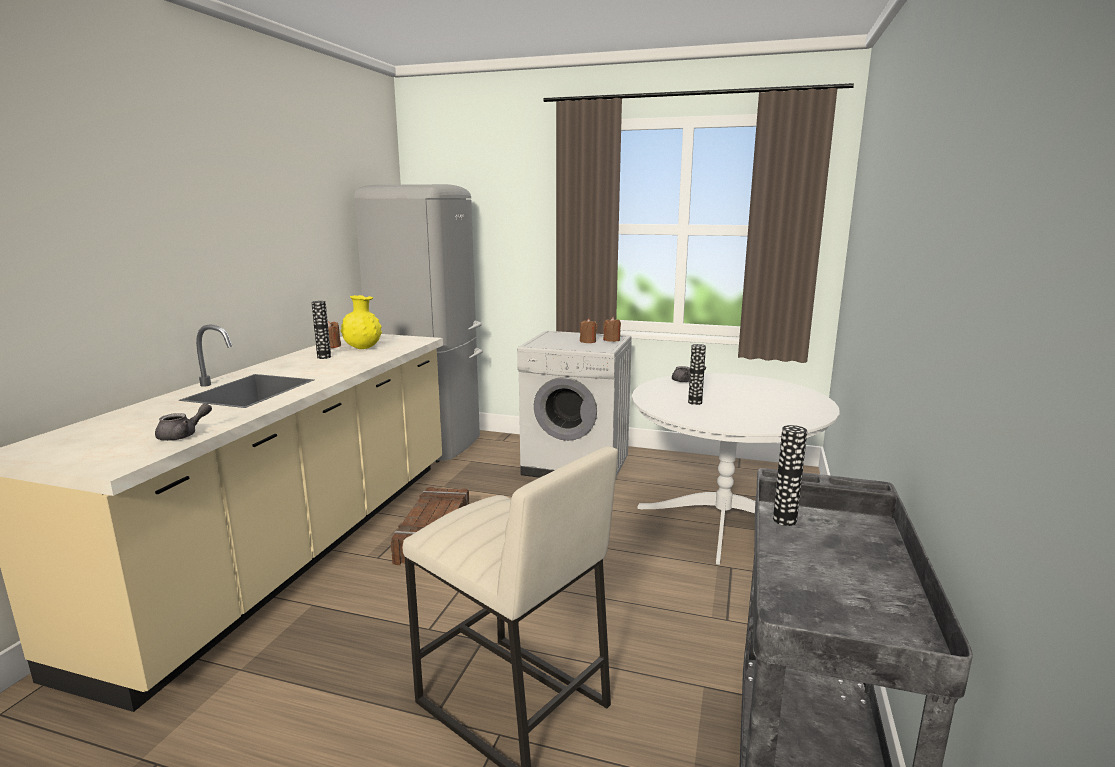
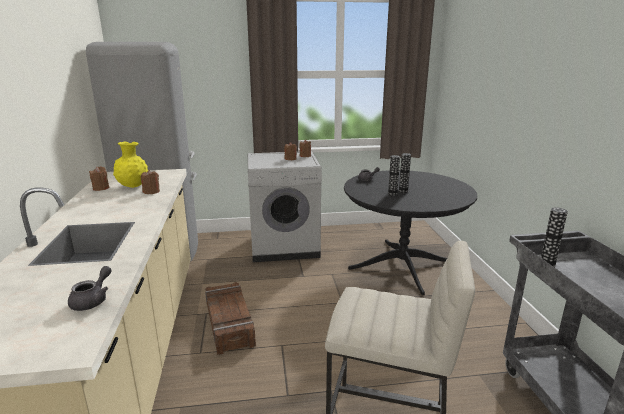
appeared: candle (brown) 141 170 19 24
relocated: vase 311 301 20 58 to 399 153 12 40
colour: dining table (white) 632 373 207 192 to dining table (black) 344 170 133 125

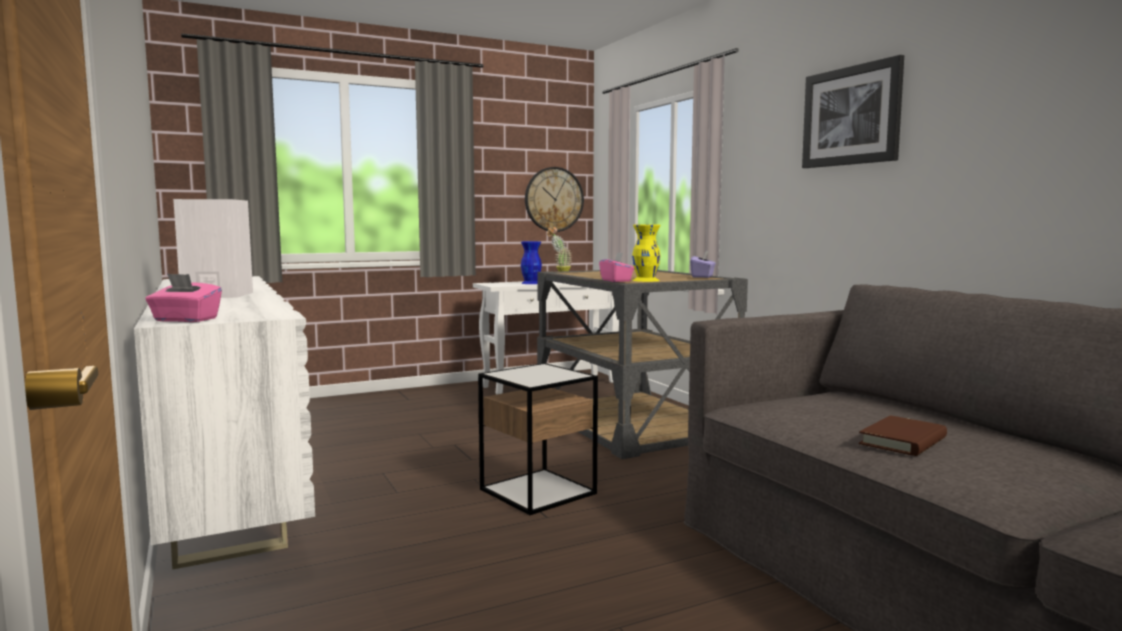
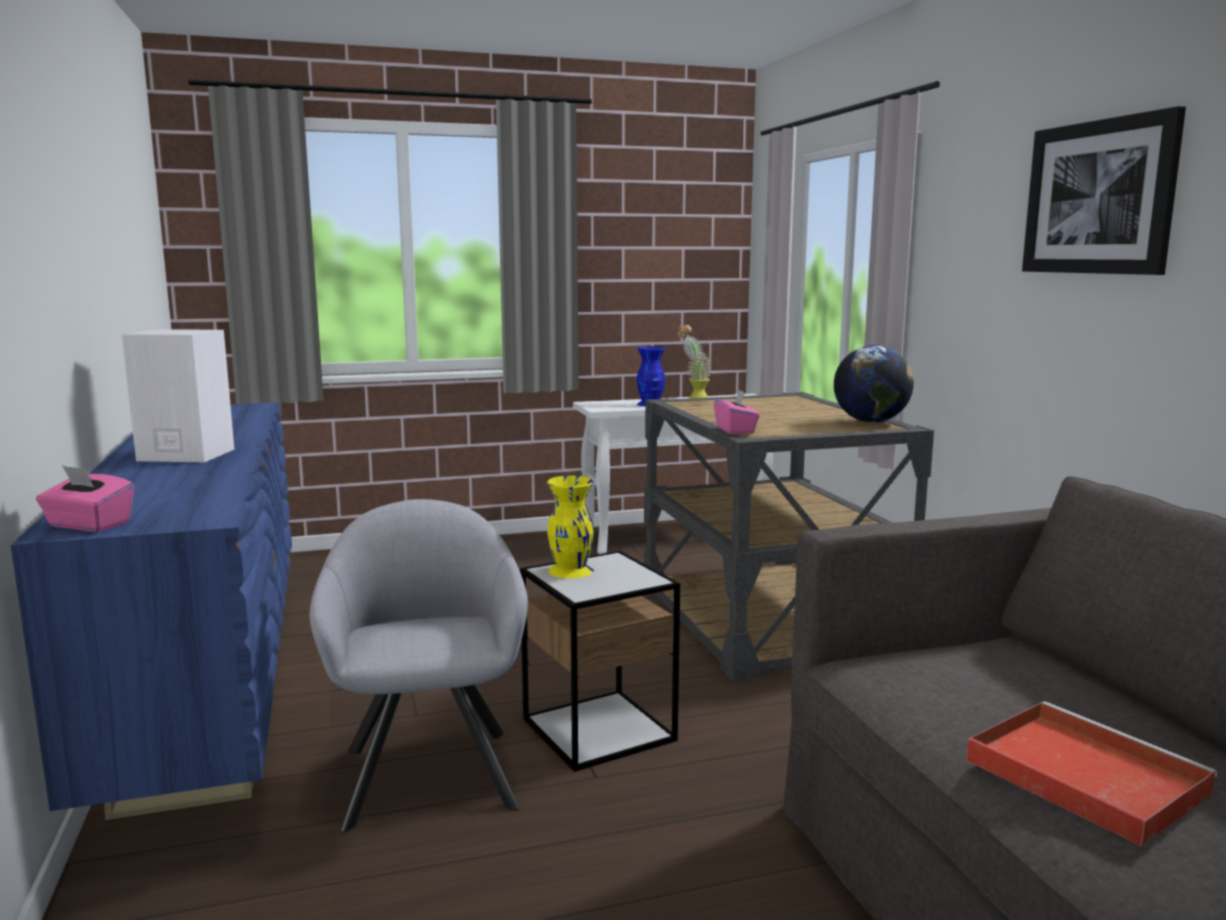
missing: wall clock 525 167 59 65
appeared: armchair (grey) 310 499 218 334
relocated: vase (yellow) 632 224 29 58 to 547 476 47 102
exchanged: tissue box (purple) 690 251 26 27 to globe 834 345 80 78; book (brown) 859 415 88 41 to tray (red) 966 701 251 145
colour: cabinet (white) 134 276 181 294 to cabinet (blue) 11 402 281 418

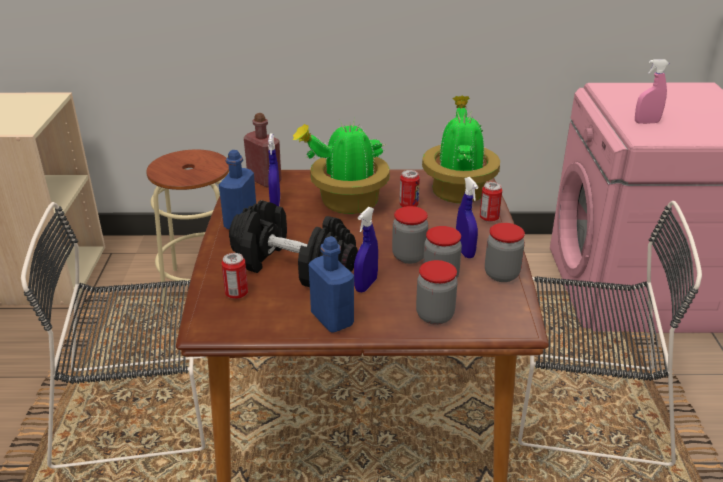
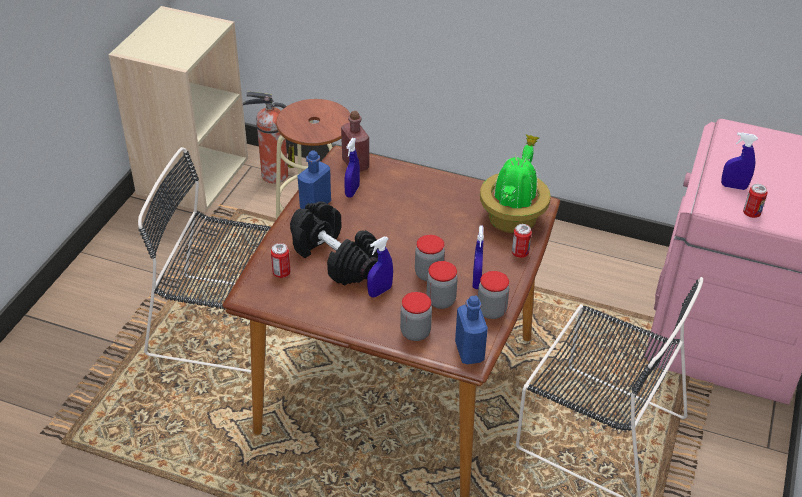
missing: potted plant 293 118 97 96
appeared: fire extinguisher 243 92 52 91
relocated: bottle (blue) 309 236 45 96 to 455 295 33 69; can 399 170 21 37 to 743 184 25 34
colour: spray bottle (pink) 635 59 34 65 to spray bottle (blue) 721 132 37 58

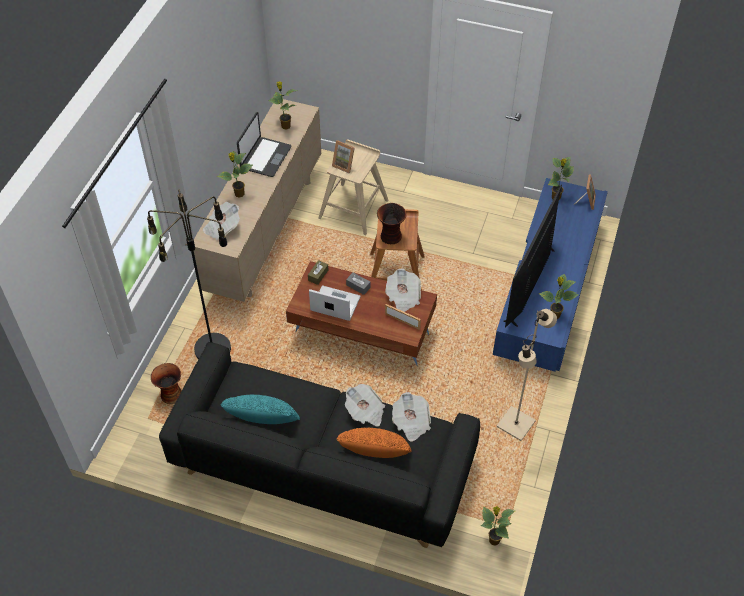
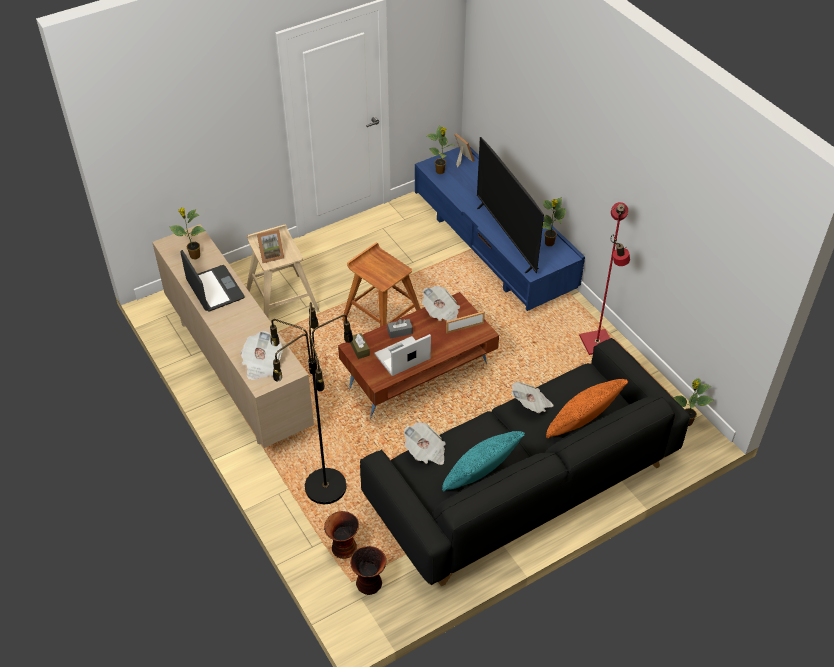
missing: potted plant 217 151 36 47
relocated: vase 377 203 29 41 to 350 546 36 49; newspaper 392 392 39 50 to 404 422 42 43
colour: floor lamp (beige) 496 309 61 132 to floor lamp (red) 579 202 51 153

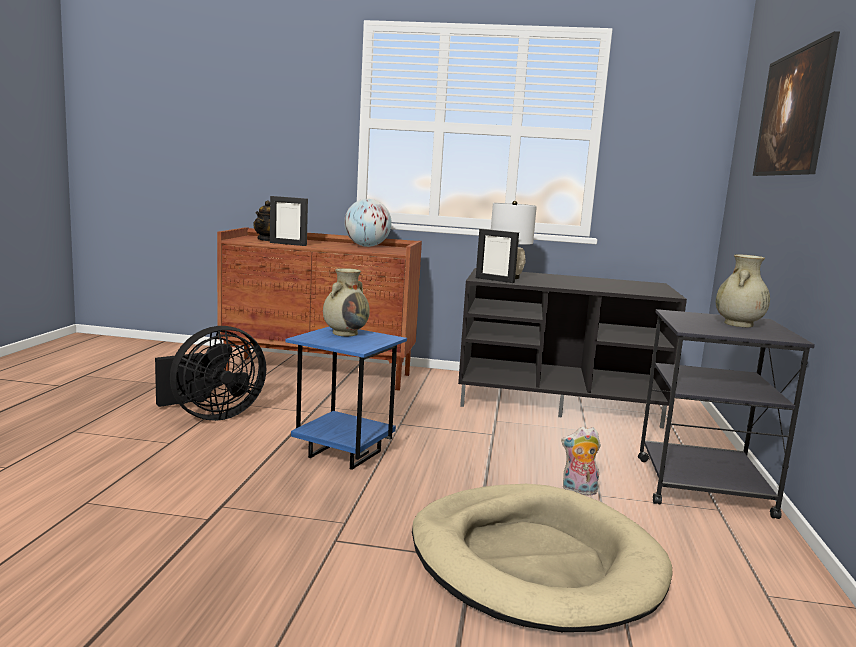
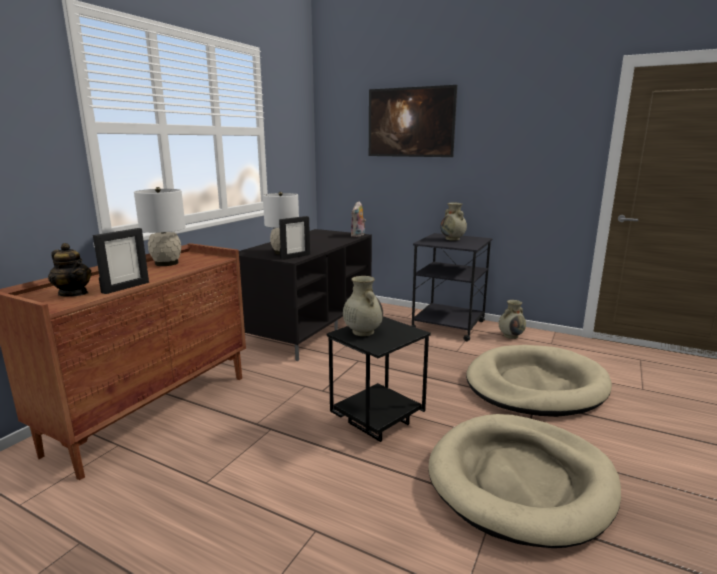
missing: fan (black) 155 326 111 95
appeared: dog bed (beige) 428 414 193 134; vase (beige) 499 300 27 39
relocated: plush toy 561 427 40 69 to 351 201 15 36
exchanged: globe 344 199 48 48 to table lamp (white) 134 187 51 79
colour: side table (blue) 285 327 122 143 to side table (black) 327 316 104 126

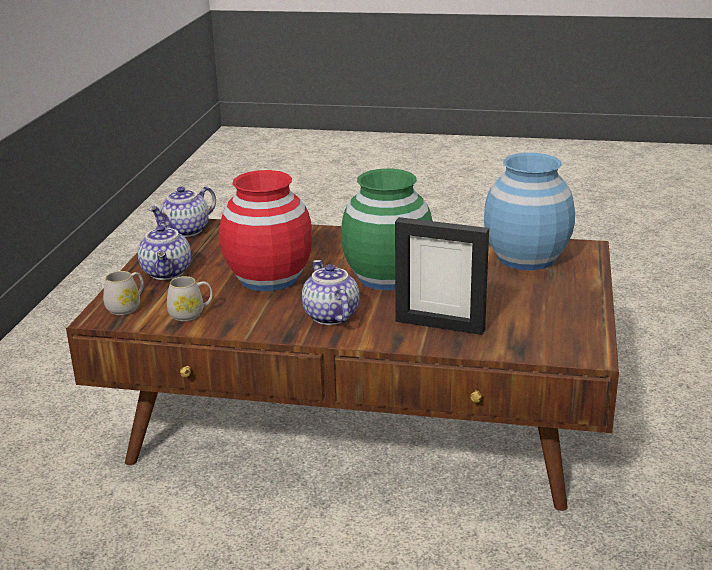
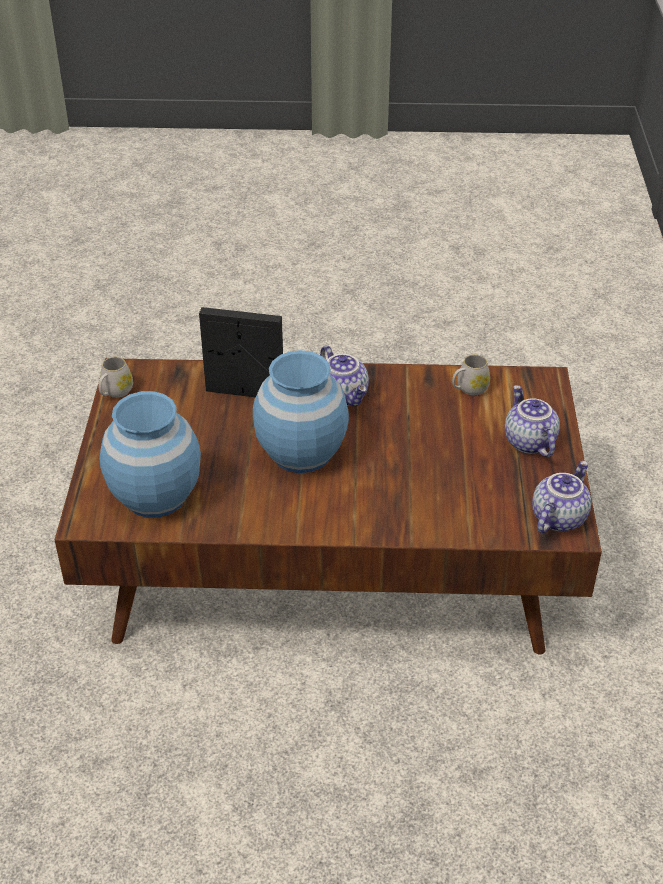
missing: vase (red) 219 170 93 121
relocated: mug (white) 103 271 41 44 to 98 357 35 41
colour: vase (green) 341 169 91 121 to vase (blue) 253 350 96 123

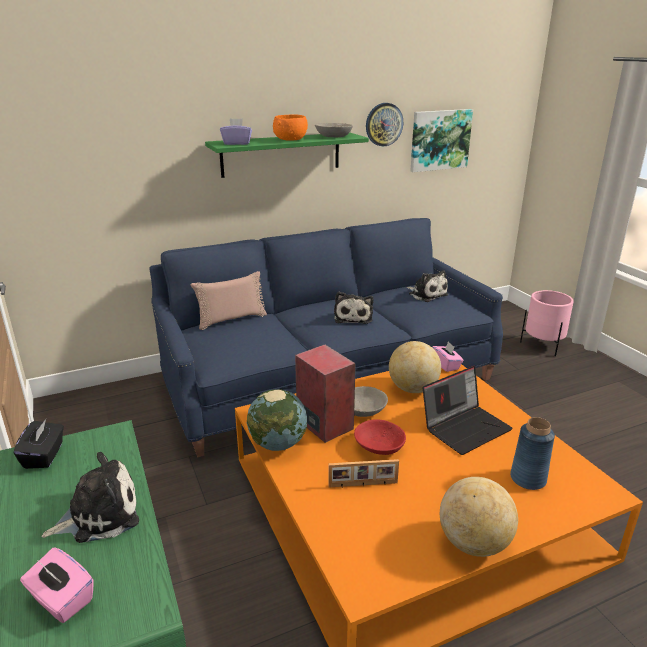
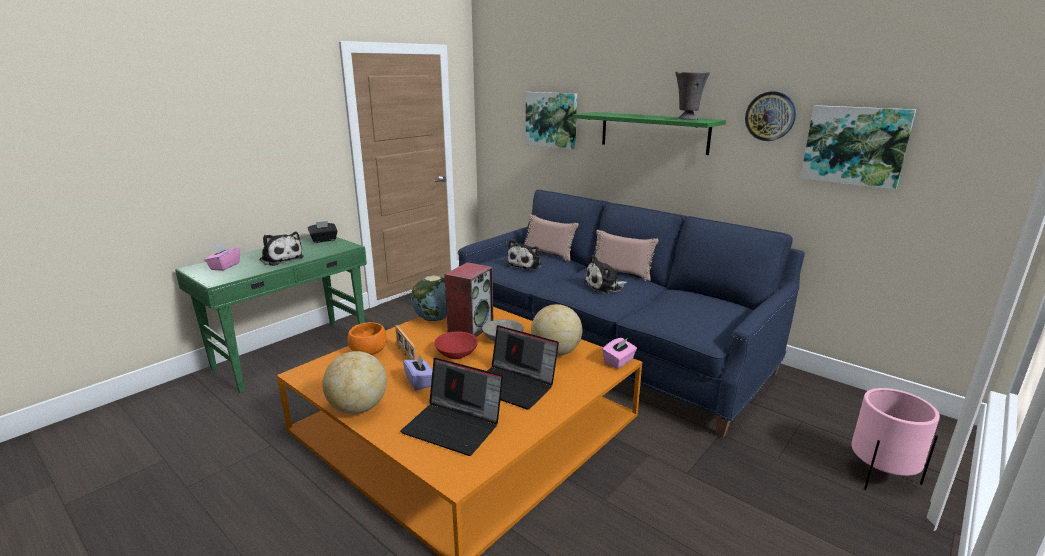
appeared: picture 526 92 51 58; pillow (beige) 595 230 64 51
relocated: tissue box (purple) 220 118 32 27 to 403 354 29 36; bowl (orange) 273 114 35 27 to 348 322 39 33; plush toy 407 270 41 32 to 506 239 36 32
exchanged: bowl (grey) 315 123 38 14 to vase (grey) 675 71 35 49; vase (blue) 510 417 45 73 to laptop 400 358 103 98

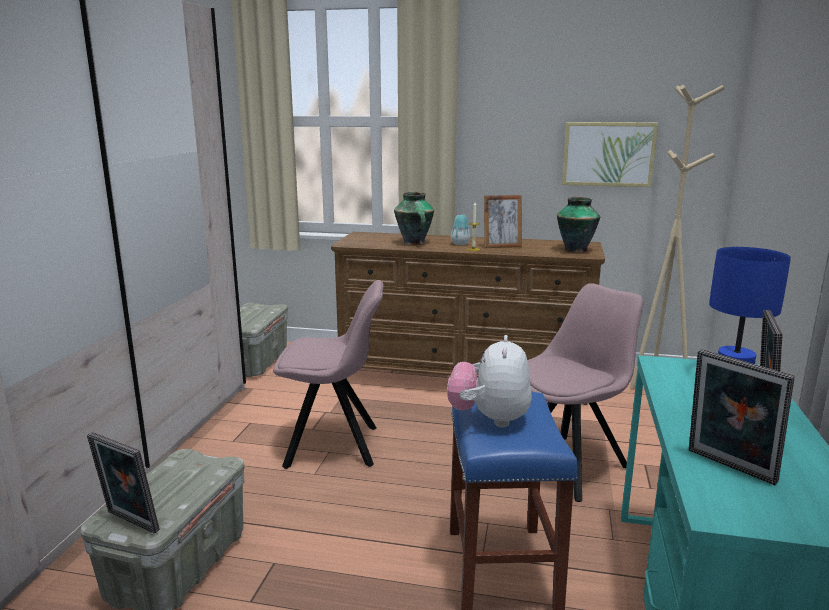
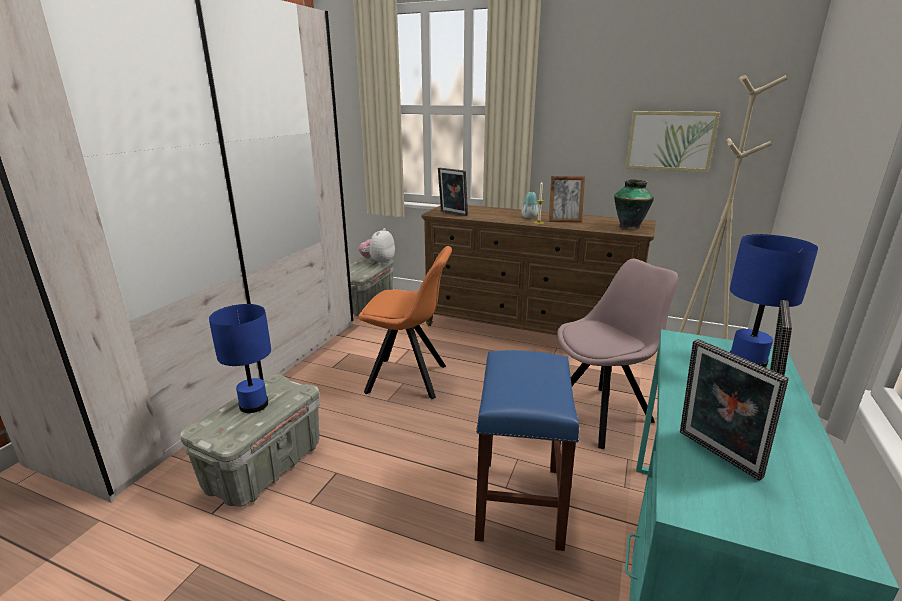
missing: vase 394 192 40 54
appeared: table lamp (blue) 209 304 62 109
relocated: picture frame 87 432 73 102 to 438 168 30 48; plush toy 447 335 85 93 to 359 228 36 37
colour: chair (pink) 273 280 111 189 to chair (orange) 358 246 94 153

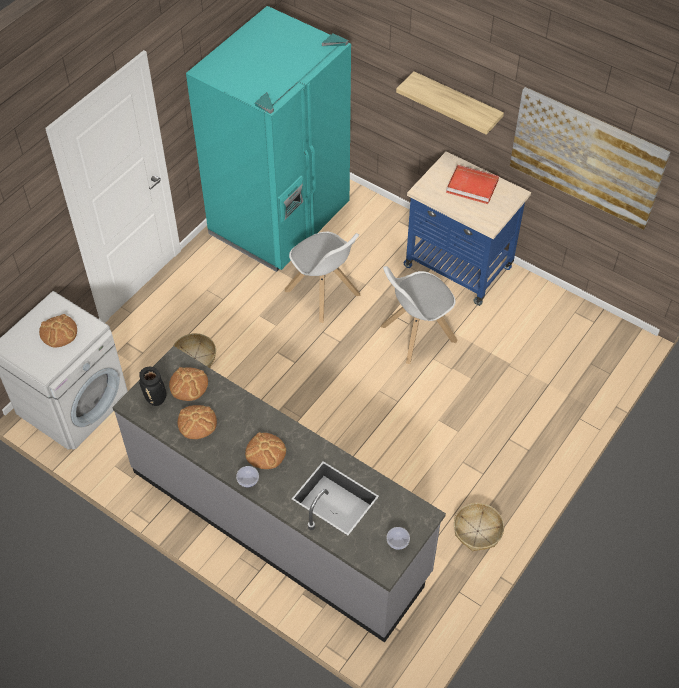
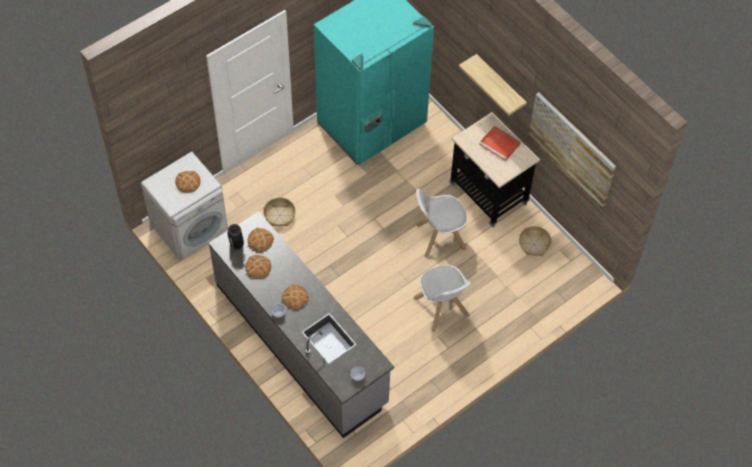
relocated: chair 285 232 75 91 to 413 265 58 67; basket 454 503 50 48 to 519 226 33 30
colour: cart (blue) 404 151 127 155 to cart (black) 449 112 91 116

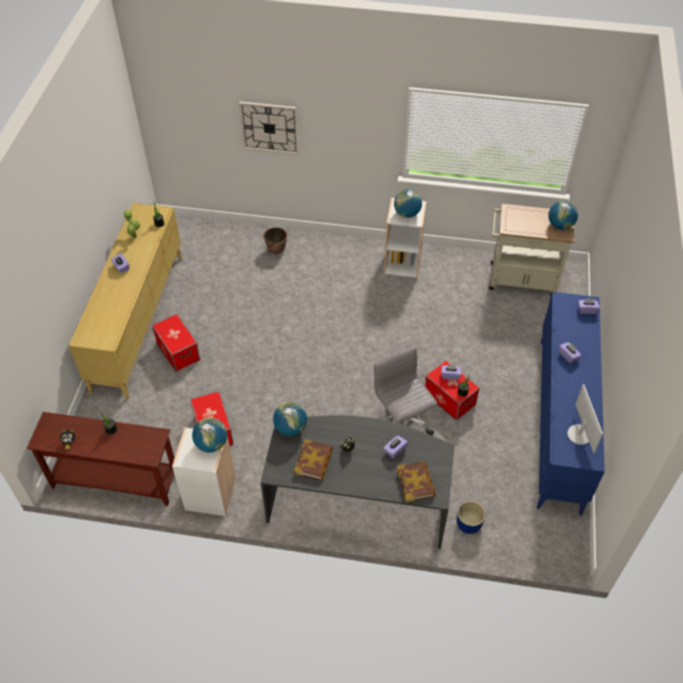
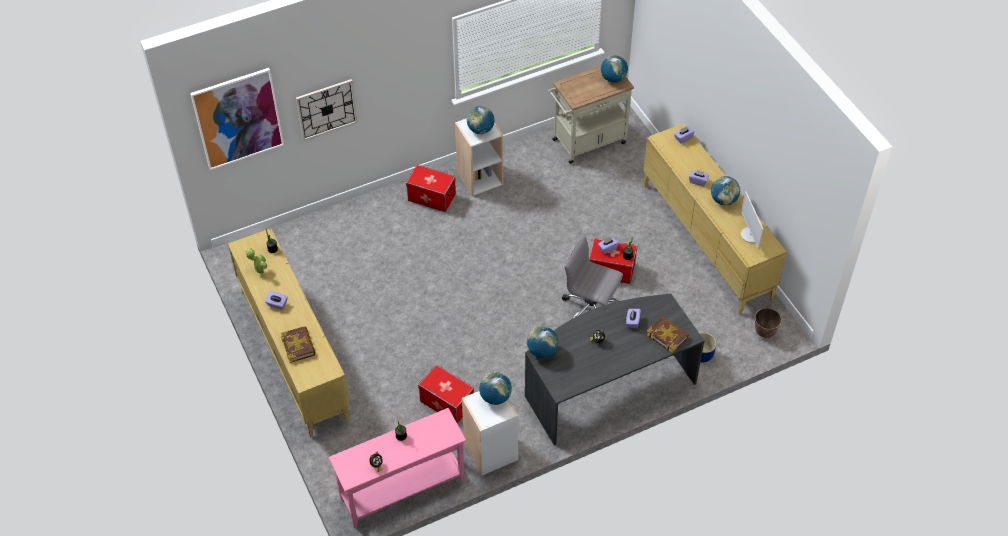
appeared: picture 190 68 94 102; globe 711 176 29 29
relocated: storage box 152 314 48 58 to 406 165 50 47; planter 263 227 24 28 to 755 308 27 30; book 294 439 39 41 to 281 326 34 37
colour: console table (brown) 27 412 148 94 to console table (pink) 329 408 137 120; cabinet (blue) 537 292 68 223 to cabinet (beige) 644 123 143 192
spun: monitor 567 384 36 69 = 741 191 22 58 150 degrees counterclockwise

